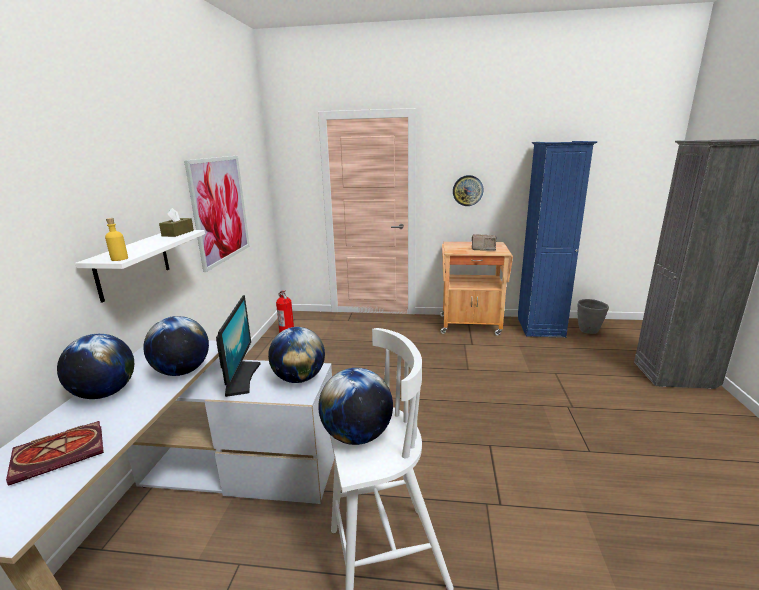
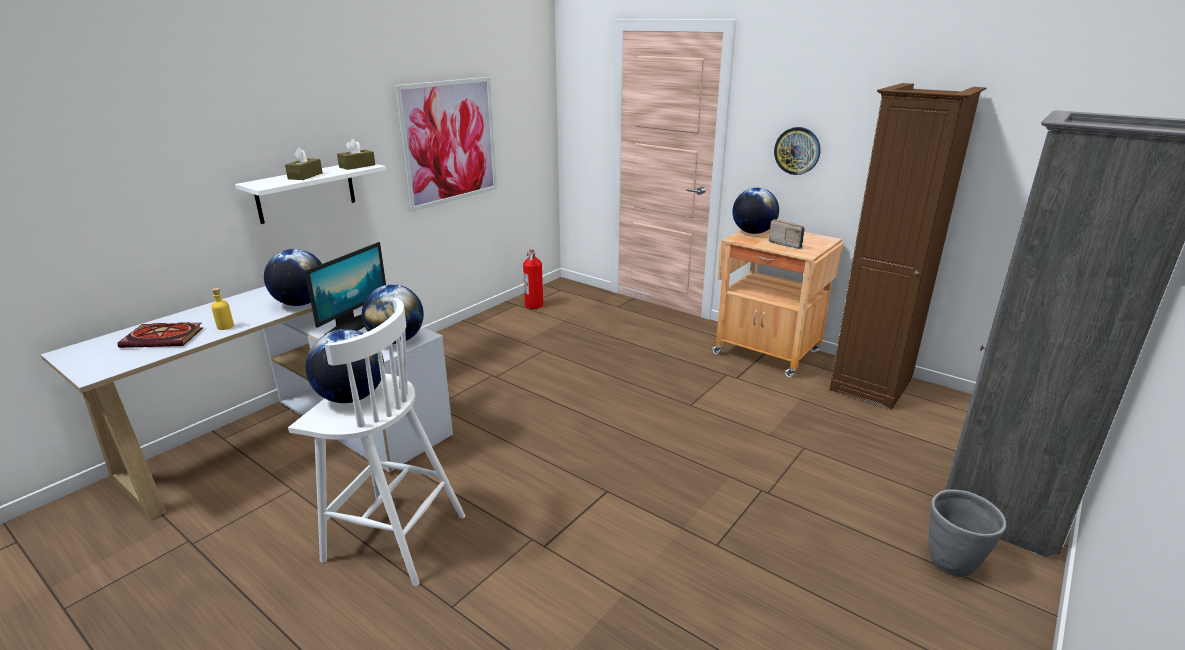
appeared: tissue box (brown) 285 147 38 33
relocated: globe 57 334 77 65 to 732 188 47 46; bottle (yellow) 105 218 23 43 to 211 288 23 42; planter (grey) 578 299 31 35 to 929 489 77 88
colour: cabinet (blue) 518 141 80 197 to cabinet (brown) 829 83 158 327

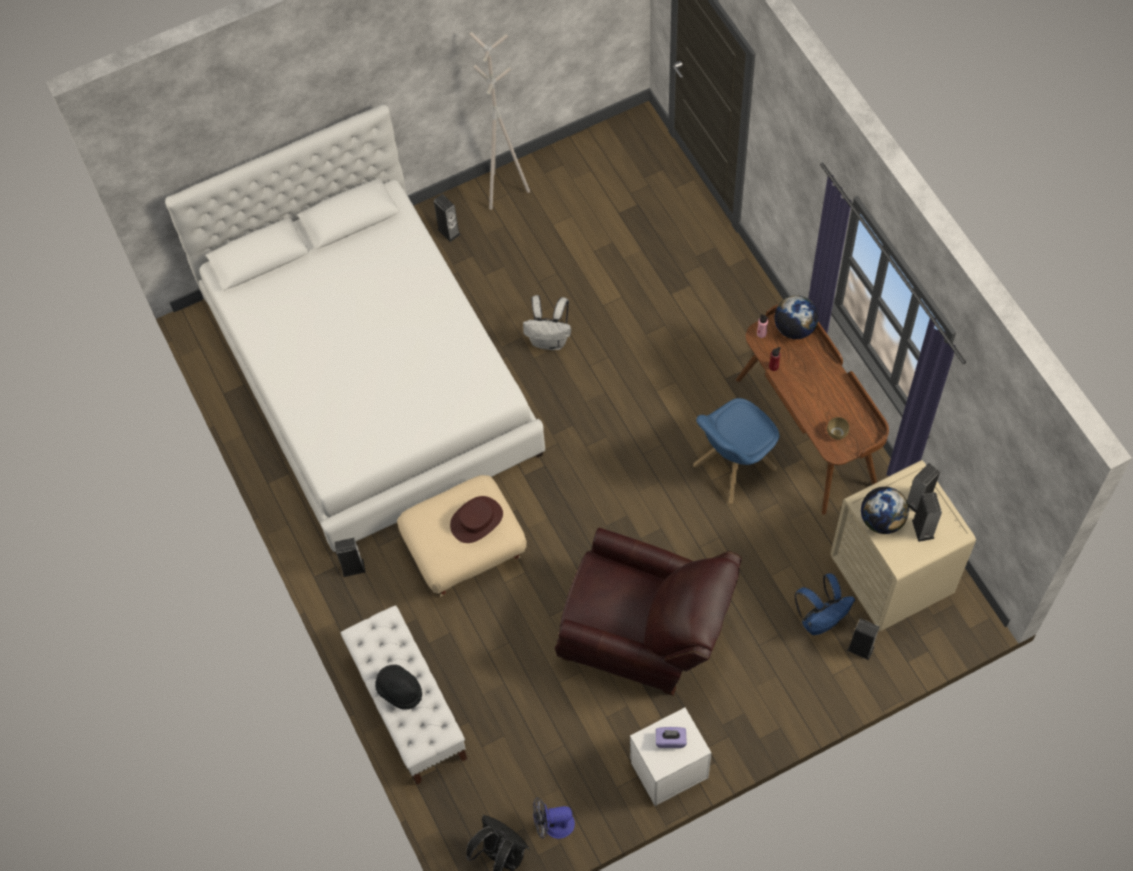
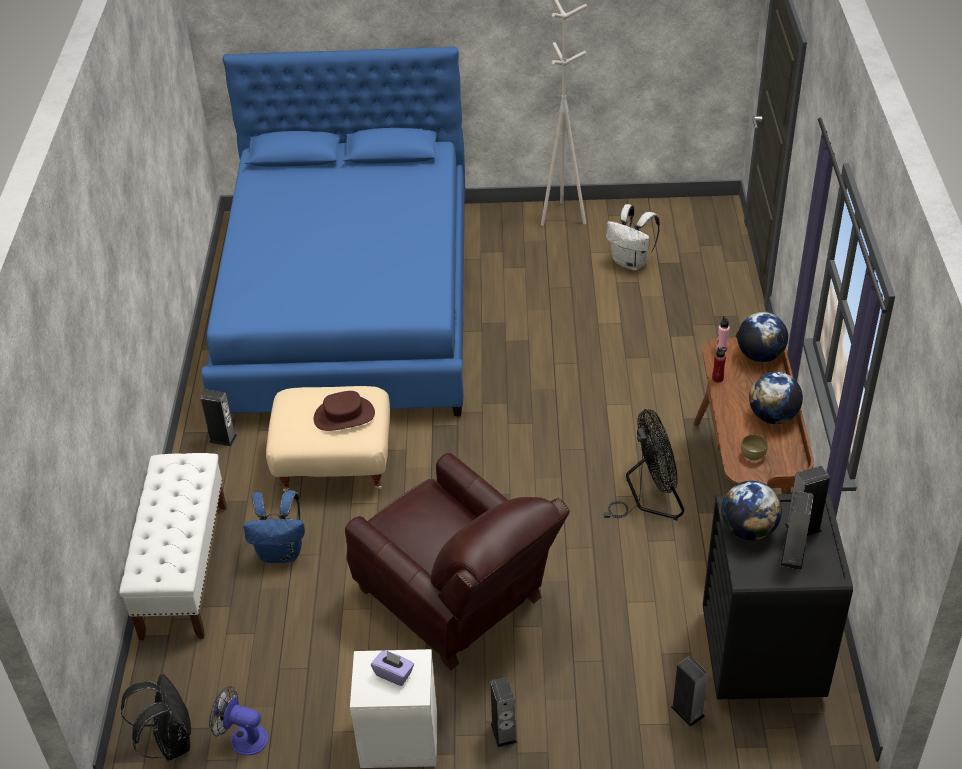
missing: hat (black) 375 665 47 45
appeared: globe 749 372 54 52
relocated: speaker 434 194 27 48 to 490 677 27 70; backpack (white) 523 295 48 55 to 606 204 54 67; backpack (blue) 795 573 60 62 to 243 490 62 73
exchanged: chair (blue) 693 398 86 106 to fan (black) 602 409 82 111
colour: bed (white) 165 104 380 450 to bed (blue) 201 46 265 370; dresser (beige) 831 460 145 171 to dresser (black) 703 493 150 207

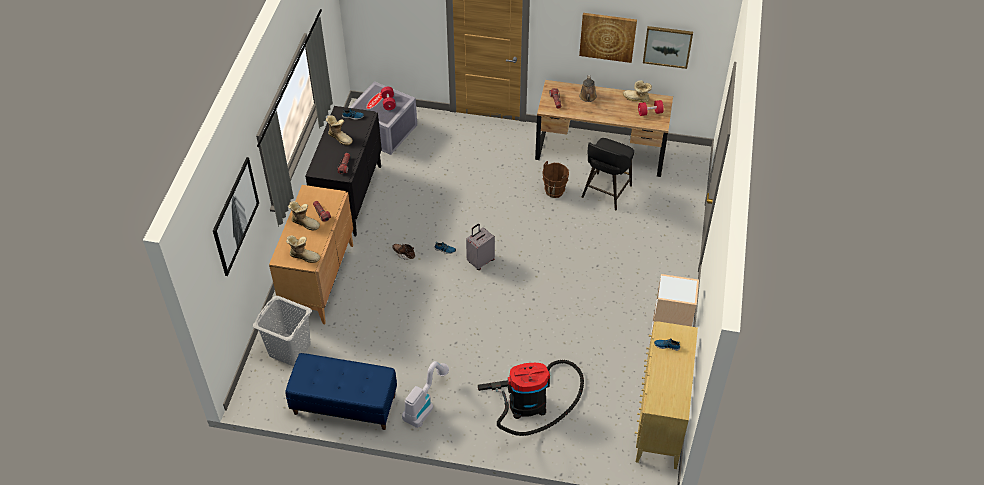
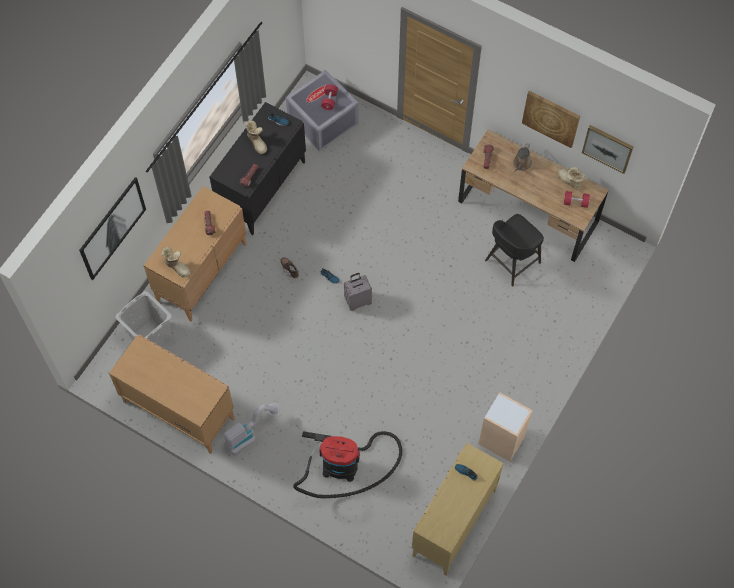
missing: boot 288 201 32 29; bucket (brown) 542 161 27 37
exchanged: bench (blue) 285 353 112 77 to cabinet (brown) 109 334 126 120

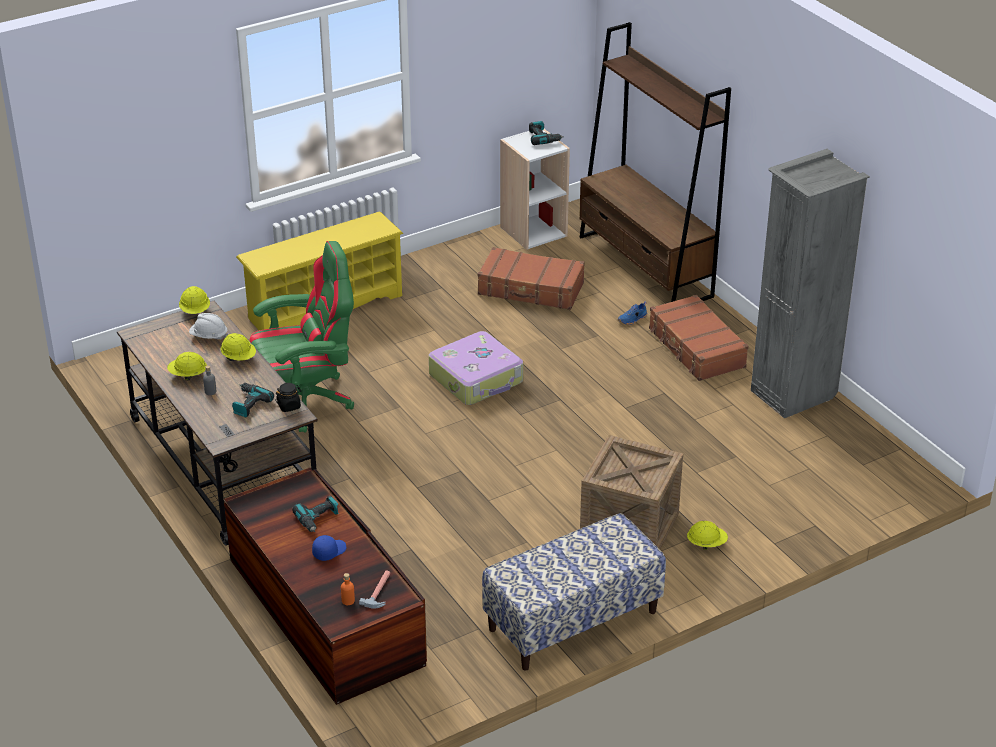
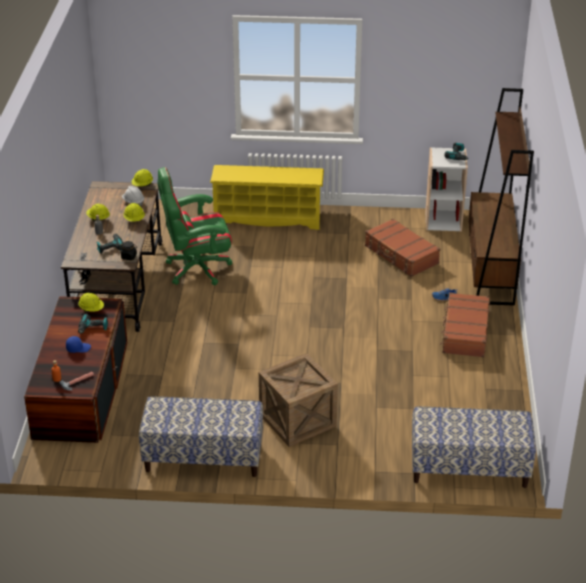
missing: suitcase 429 331 94 74; cabinet (grey) 751 149 119 269
appeared: bench 412 407 124 81
relocated: hard hat (yellow) 687 521 41 29 to 78 293 26 19
spun: office chair (green) 249 241 105 192 = 157 167 75 118 150 degrees clockwise

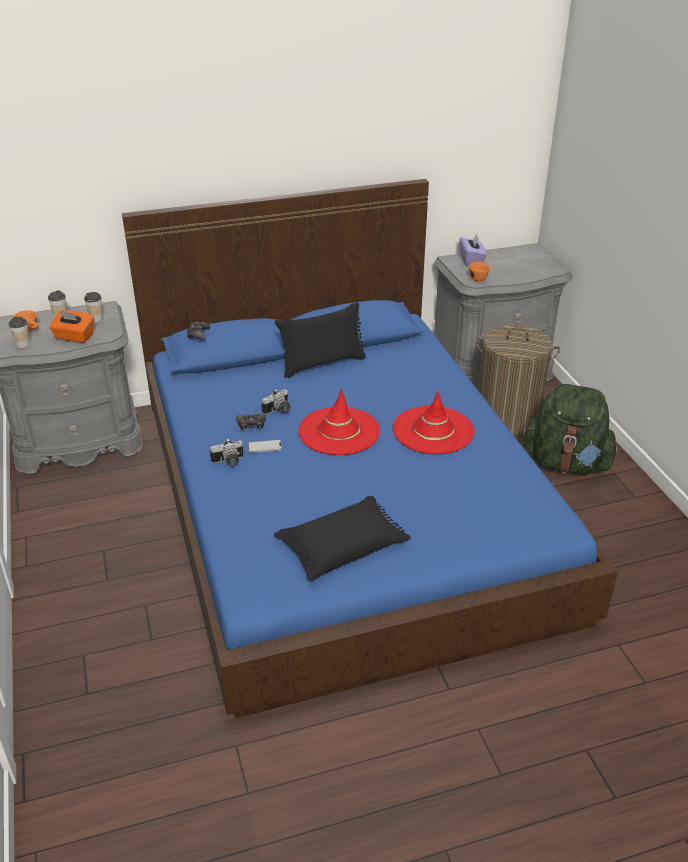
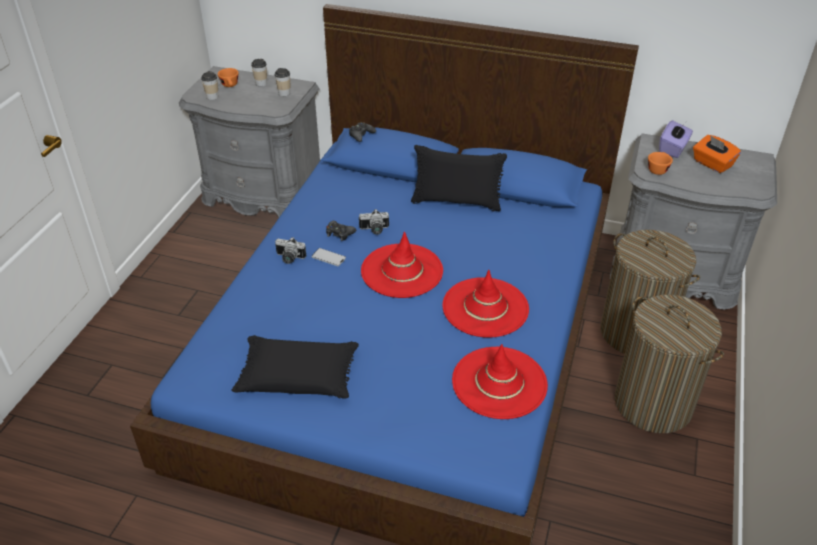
appeared: hat (red) 452 344 96 75
relocated: tissue box (orange) 49 310 45 33 to 693 135 48 38
exchanged: backpack (green) 522 384 97 90 to laundry basket 615 295 109 138

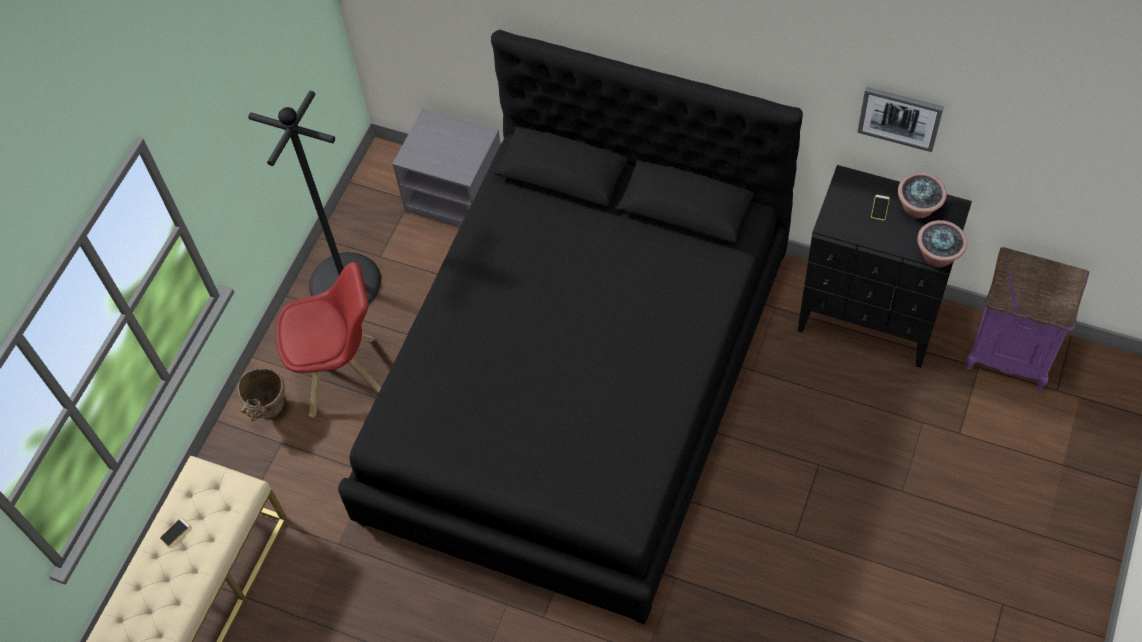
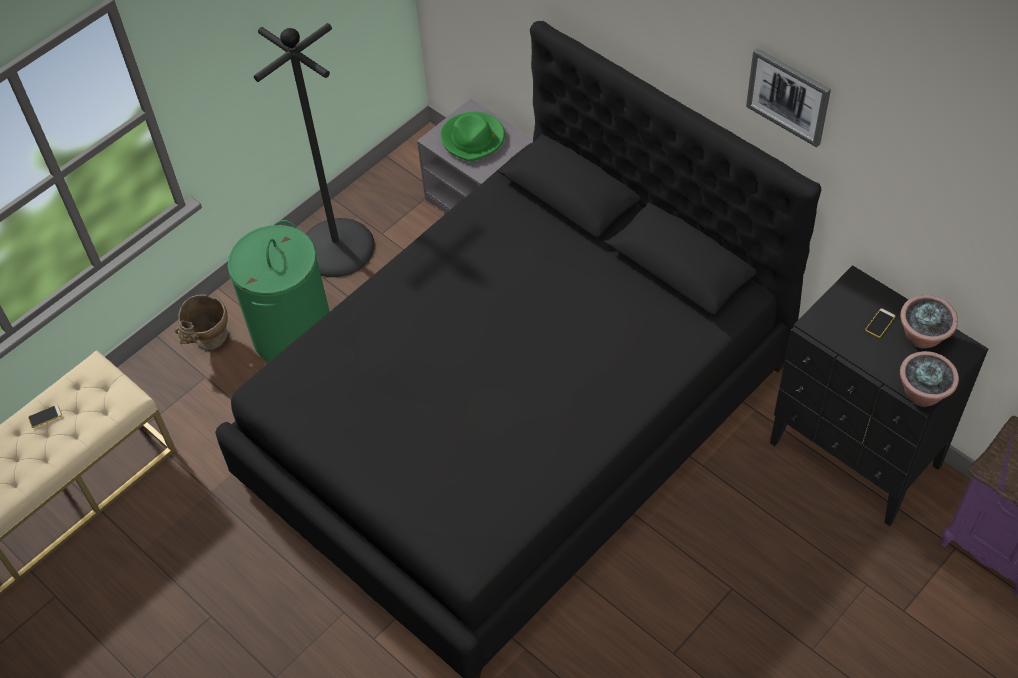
appeared: hat (green) 441 112 64 49
relocated: picture 857 87 87 65 to 746 48 85 100
exchanged: chair (red) 276 262 105 156 to laundry basket (green) 227 220 103 142

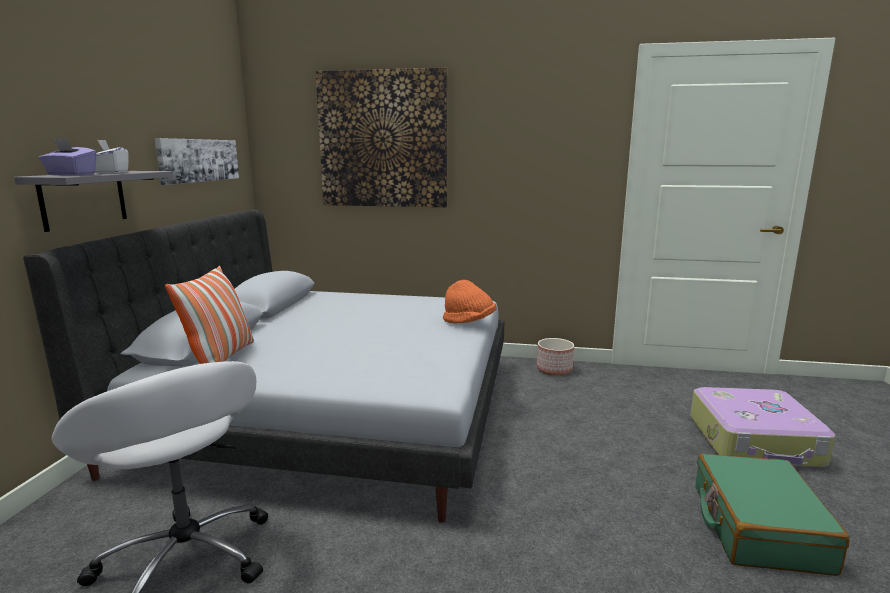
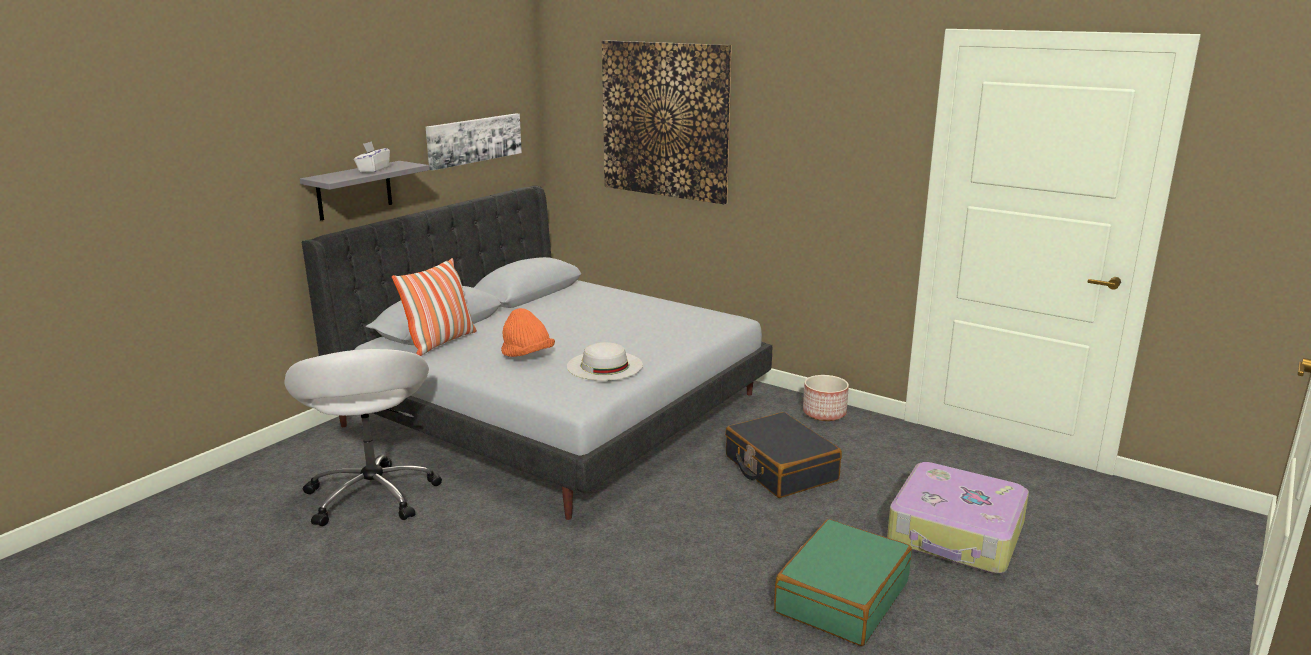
missing: tissue box (purple) 39 139 58 37
appeared: hat (white) 567 342 76 39; suitcase (black) 725 412 117 86
relocated: hat (orange) 443 280 54 44 to 501 308 54 49

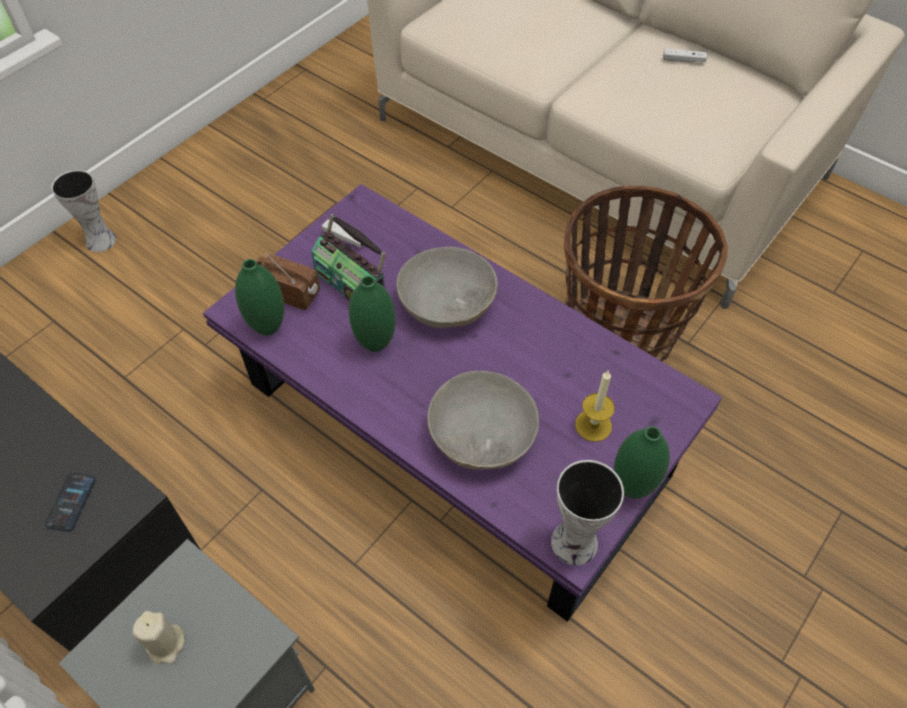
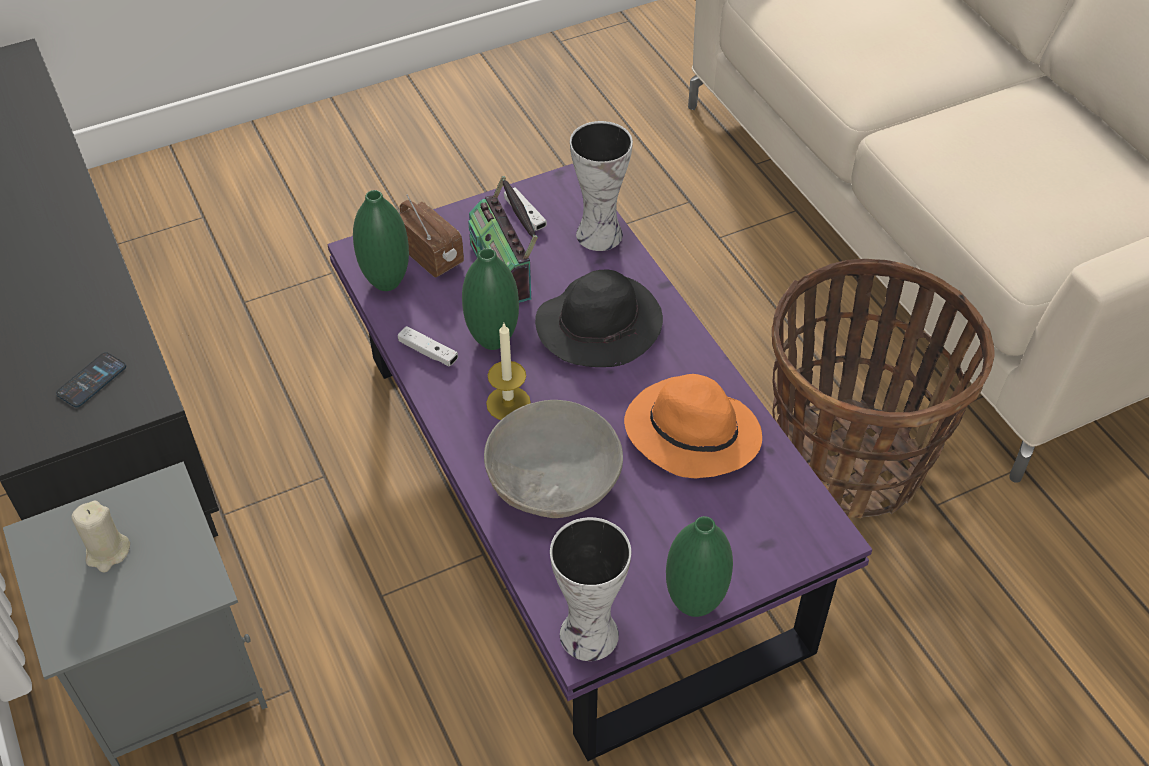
appeared: hat (orange) 624 374 138 105
relocated: vase 51 170 65 82 to 570 121 63 130; candle 575 370 40 72 to 486 323 45 97; game controller (white) 663 49 44 14 to 398 326 60 41
exchanged: bowl (grey) 396 247 102 81 to hat (black) 535 270 128 97

